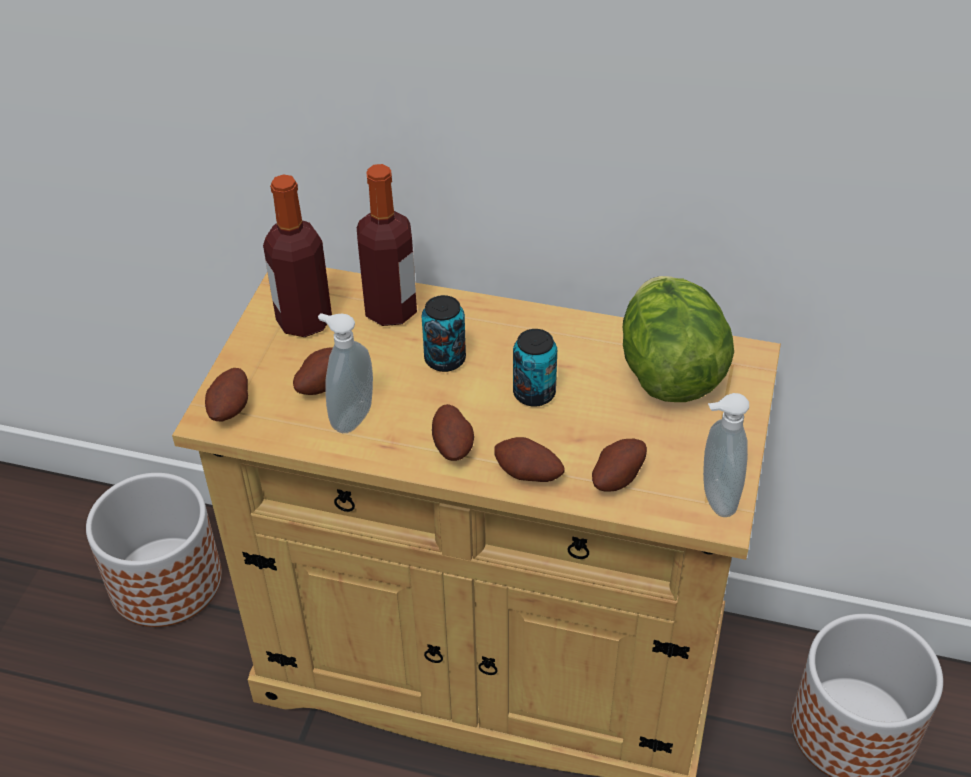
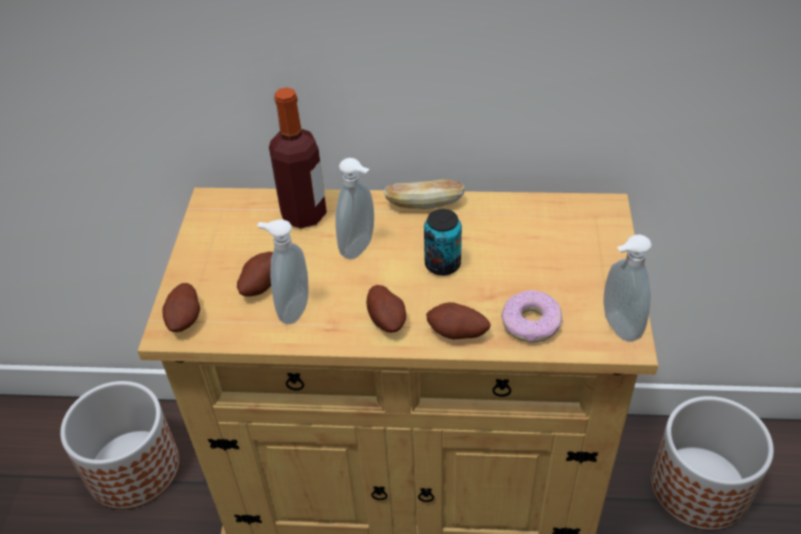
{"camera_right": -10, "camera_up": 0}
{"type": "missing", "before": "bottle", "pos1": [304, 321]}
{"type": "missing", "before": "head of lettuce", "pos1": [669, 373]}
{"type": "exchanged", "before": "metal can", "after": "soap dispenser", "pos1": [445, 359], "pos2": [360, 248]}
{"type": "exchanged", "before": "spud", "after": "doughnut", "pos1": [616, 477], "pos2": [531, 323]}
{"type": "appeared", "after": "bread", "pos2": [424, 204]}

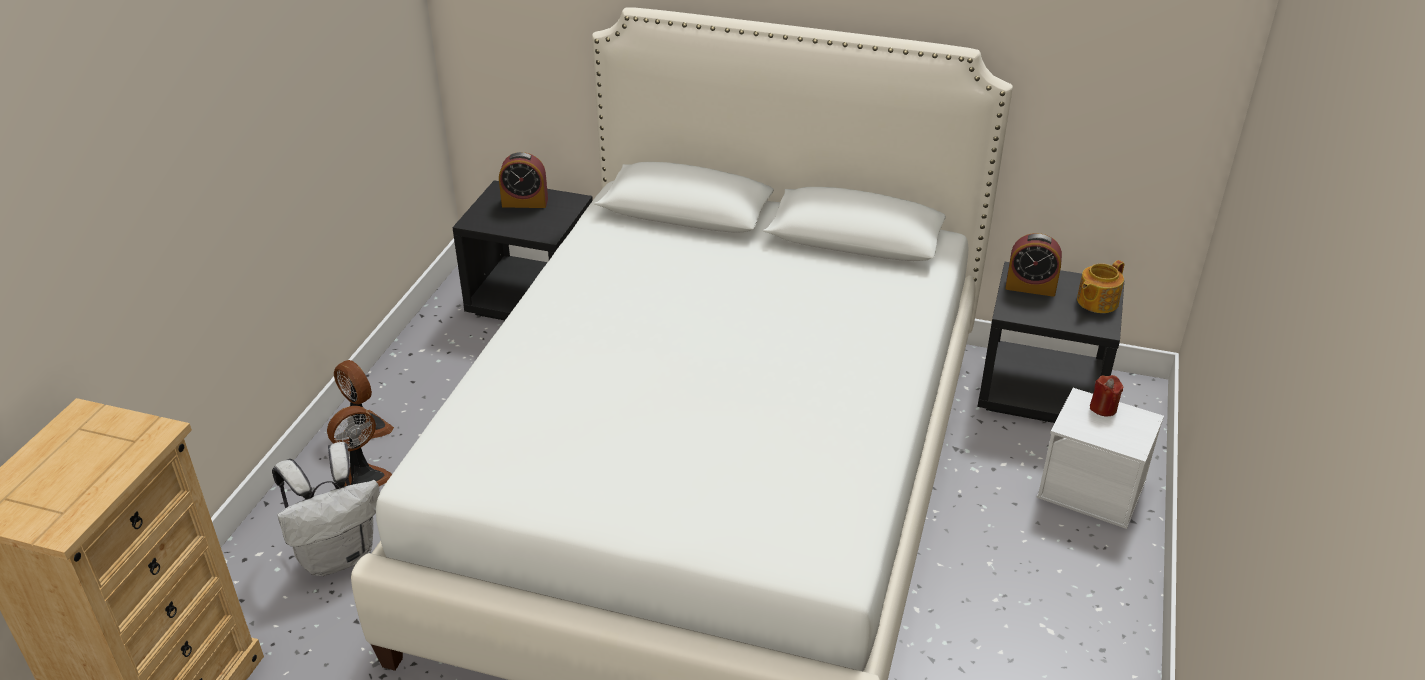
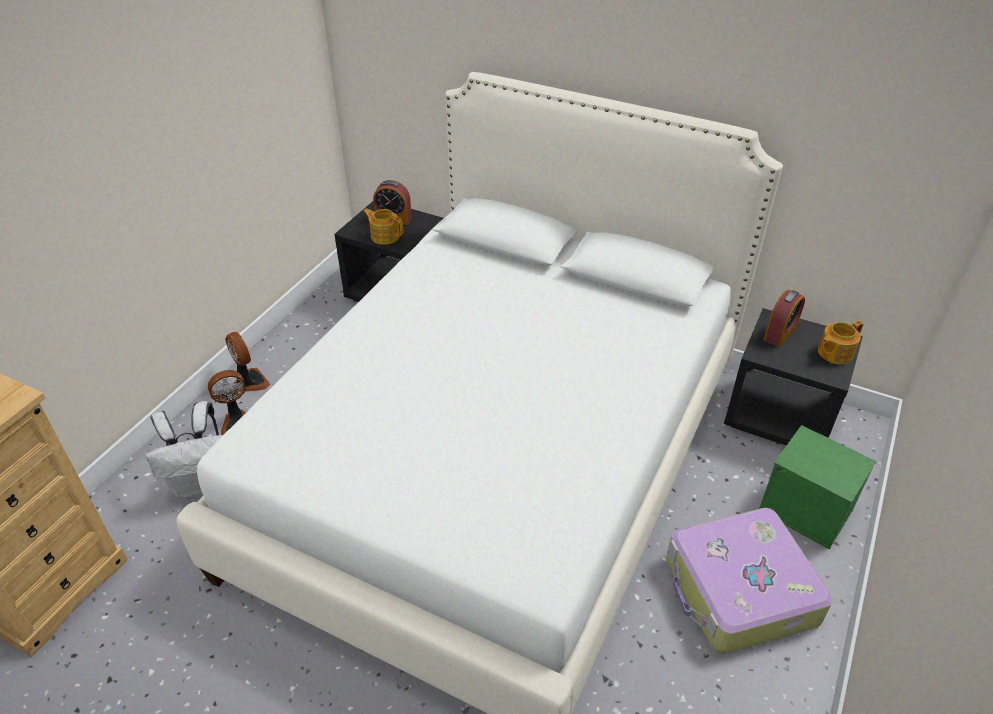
{"camera_right": 10, "camera_up": 5}
{"type": "spun", "before": "alarm clock", "pos1": [1030, 287], "pos2": [780, 333], "turn": -75}
{"type": "missing", "before": "wax light in red-coloured", "pos1": [1103, 408]}
{"type": "colour", "before": "storage container in white-coloured", "after": "storage container in greenish", "pos1": [1093, 489], "pos2": [807, 509]}
{"type": "appeared", "after": "pot for tea", "pos2": [385, 236]}
{"type": "appeared", "after": "suitcase", "pos2": [739, 591]}

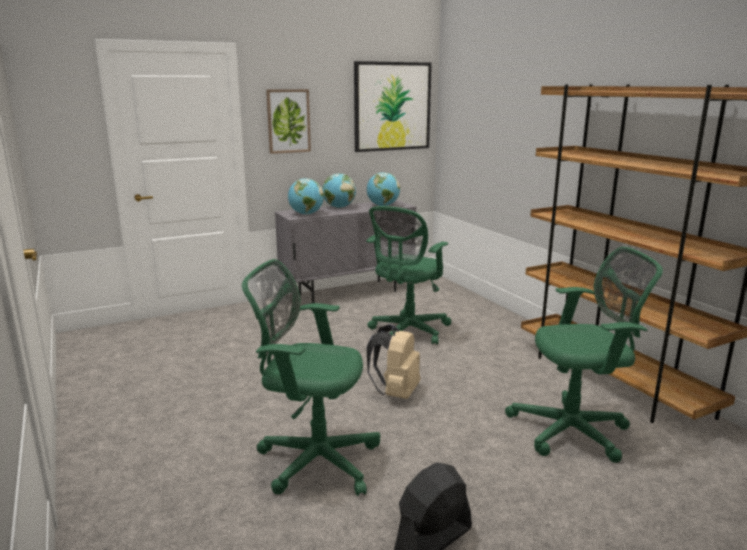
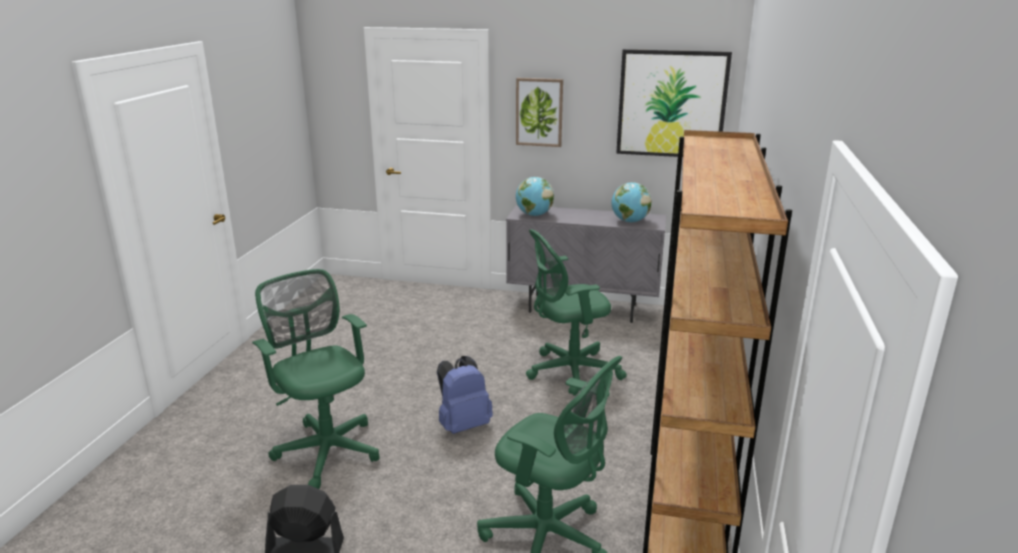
{"camera_right": 40, "camera_up": 5}
{"type": "missing", "before": "globe", "pos1": [339, 207]}
{"type": "colour", "before": "backpack in sand-coloured", "after": "backpack in blue-coloured", "pos1": [396, 393], "pos2": [463, 425]}

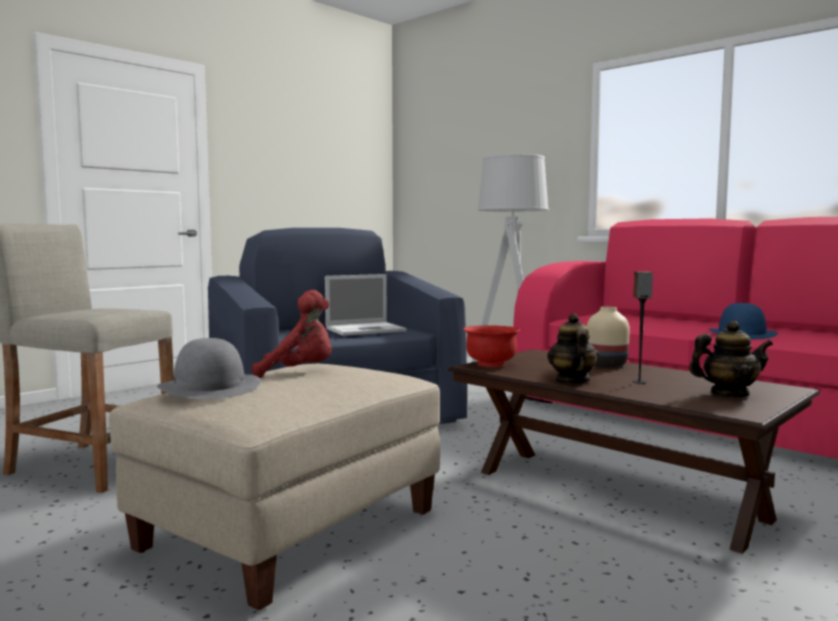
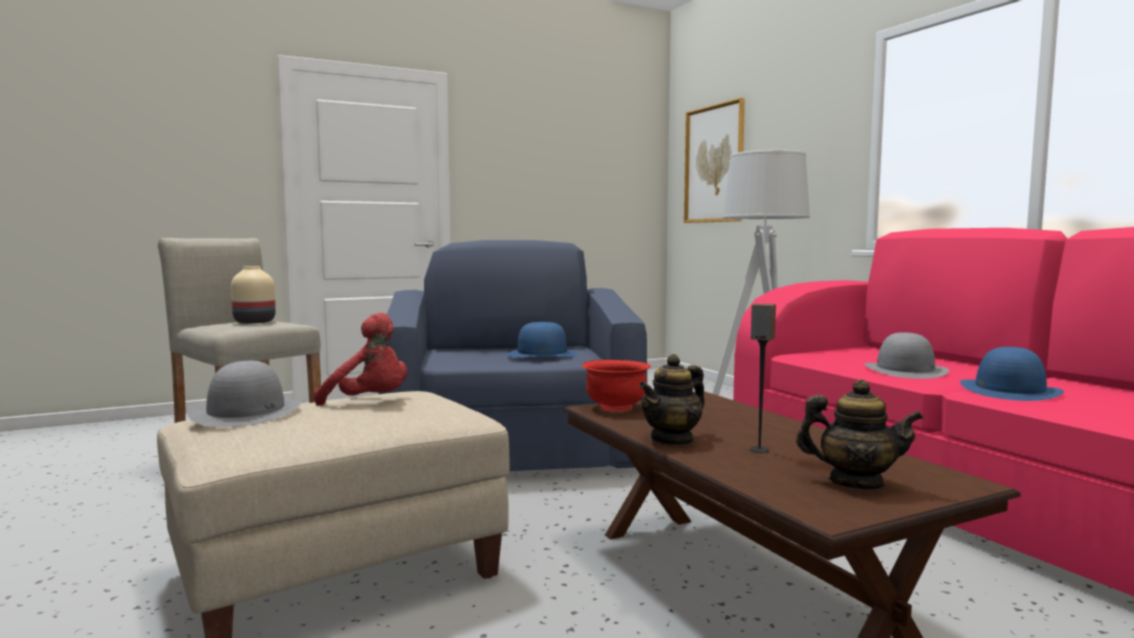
{"camera_right": 20, "camera_up": 0}
{"type": "exchanged", "before": "portable computer", "after": "wearable hat in blue-coloured", "pos1": [366, 329], "pos2": [542, 354]}
{"type": "relocated", "before": "decorative vase in sand-coloured", "pos1": [606, 364], "pos2": [253, 322]}
{"type": "spun", "before": "pot for tea", "pos1": [571, 381], "pos2": [672, 439], "turn": -150}
{"type": "appeared", "after": "picture", "pos2": [714, 164]}
{"type": "appeared", "after": "wearable hat in grey", "pos2": [905, 370]}

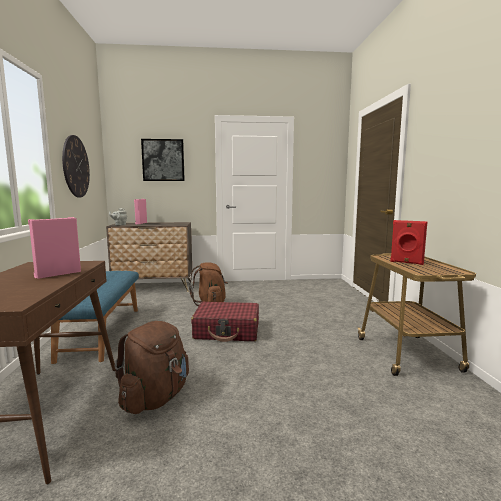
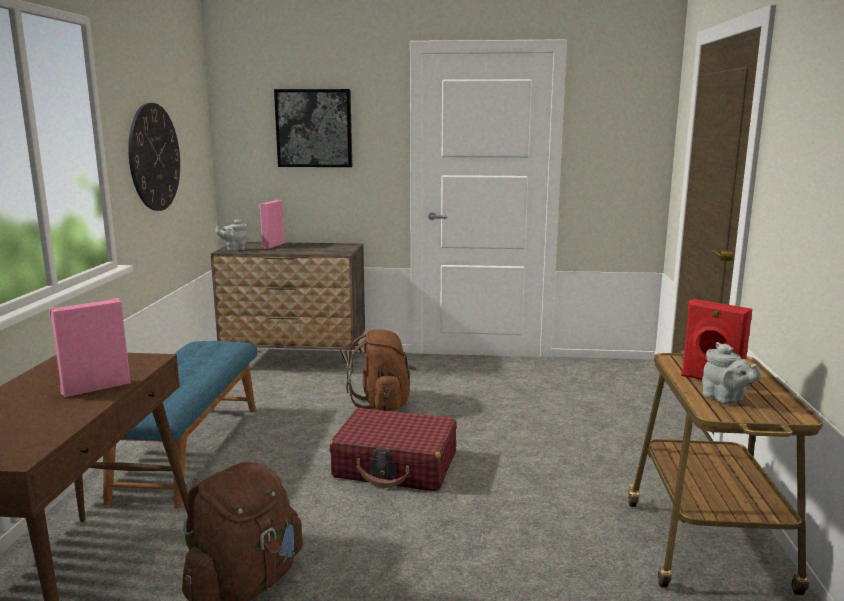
{"camera_right": 10, "camera_up": 5}
{"type": "appeared", "after": "pot for tea in grey", "pos2": [725, 399]}

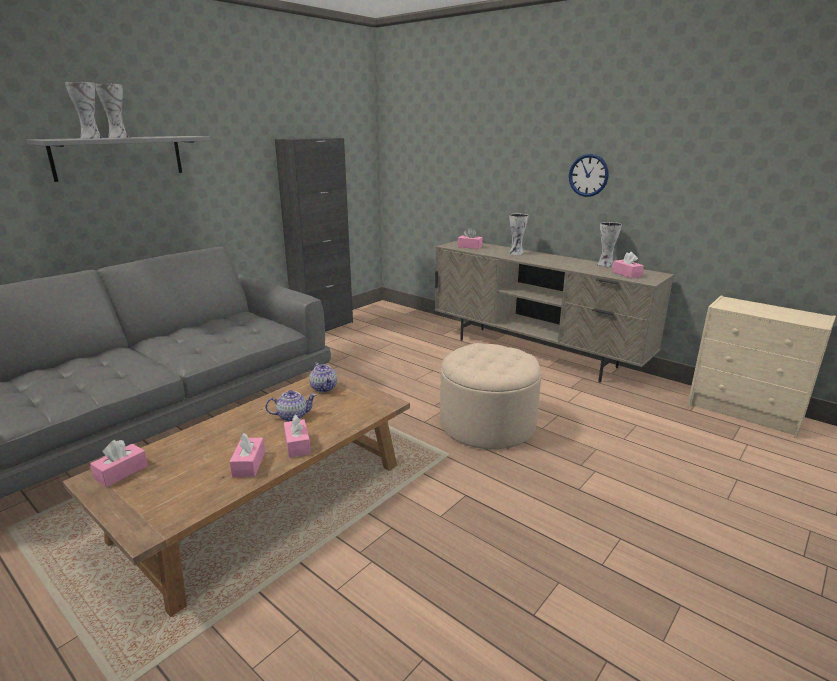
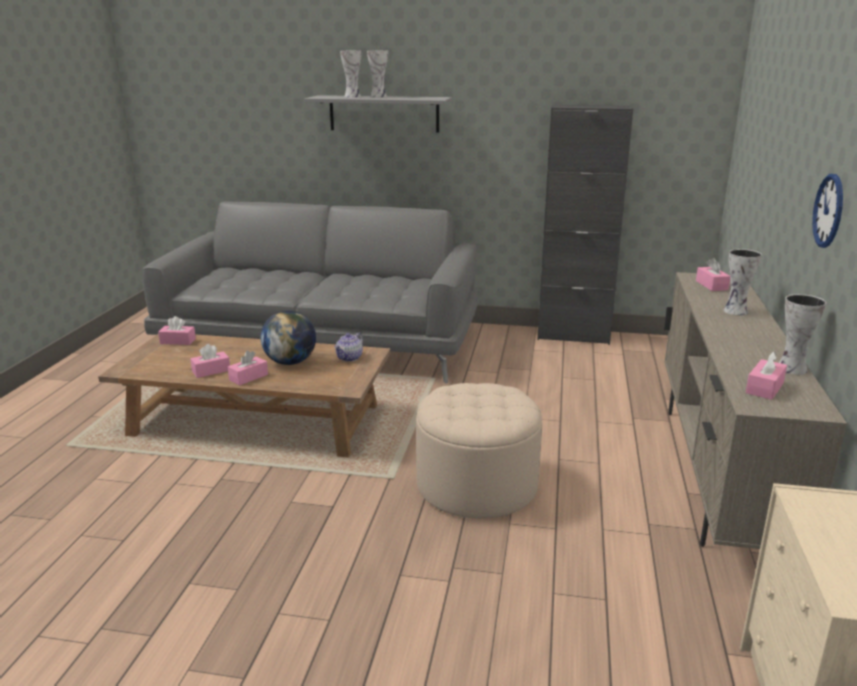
{"camera_right": 60, "camera_up": 0}
{"type": "exchanged", "before": "pot for tea", "after": "globe", "pos1": [293, 416], "pos2": [290, 362]}

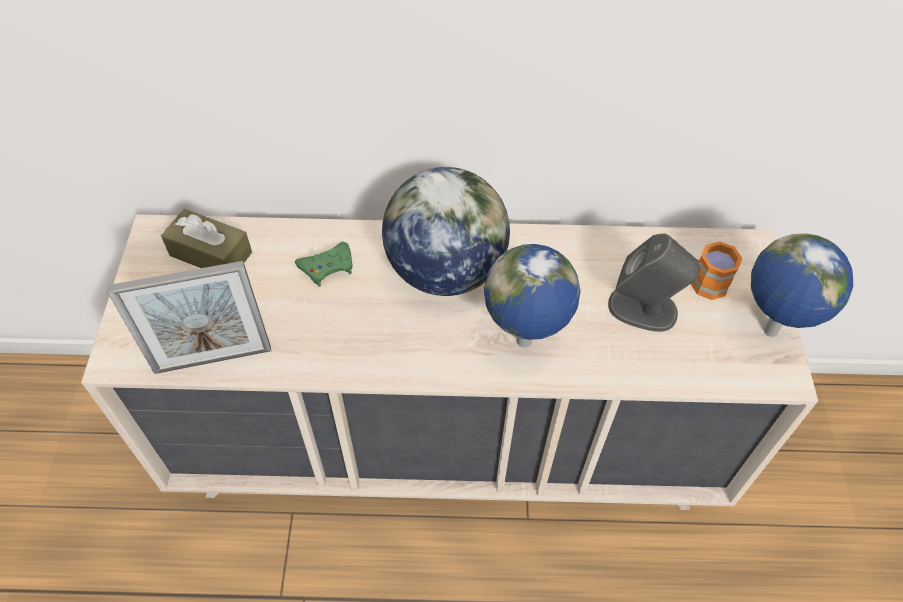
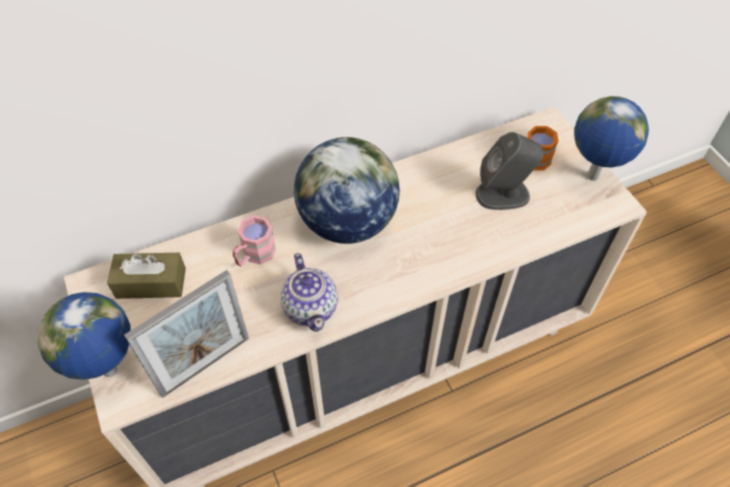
{"camera_right": -25, "camera_up": 0}
{"type": "exchanged", "before": "joypad in greenish", "after": "mug in pinkish", "pos1": [327, 267], "pos2": [254, 255]}
{"type": "relocated", "before": "globe", "pos1": [525, 343], "pos2": [111, 372]}
{"type": "appeared", "after": "pot for tea", "pos2": [311, 307]}

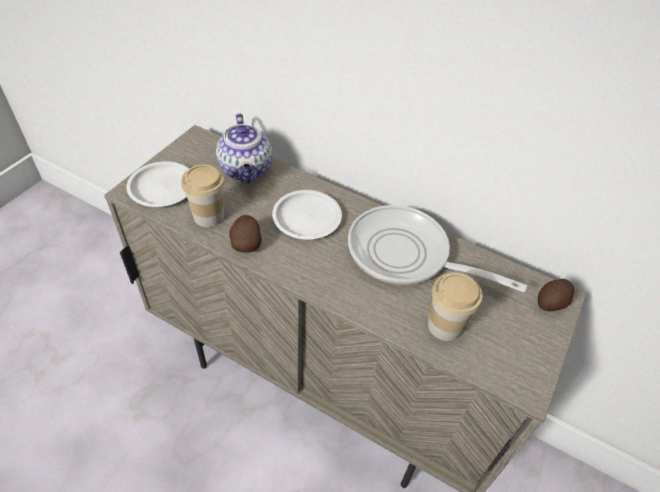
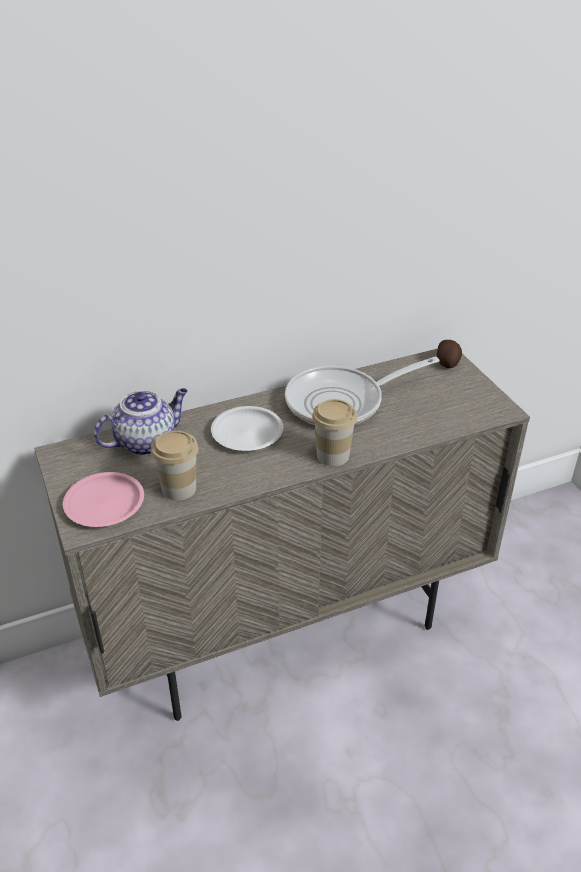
{"camera_right": -50, "camera_up": -10}
{"type": "spun", "before": "pot for tea", "pos1": [246, 171], "pos2": [146, 441], "turn": -60}
{"type": "colour", "before": "plate in white-coloured", "after": "plate in pinkish", "pos1": [163, 188], "pos2": [105, 503]}
{"type": "missing", "before": "spud", "pos1": [246, 243]}
{"type": "relocated", "before": "small cup", "pos1": [444, 325], "pos2": [333, 455]}

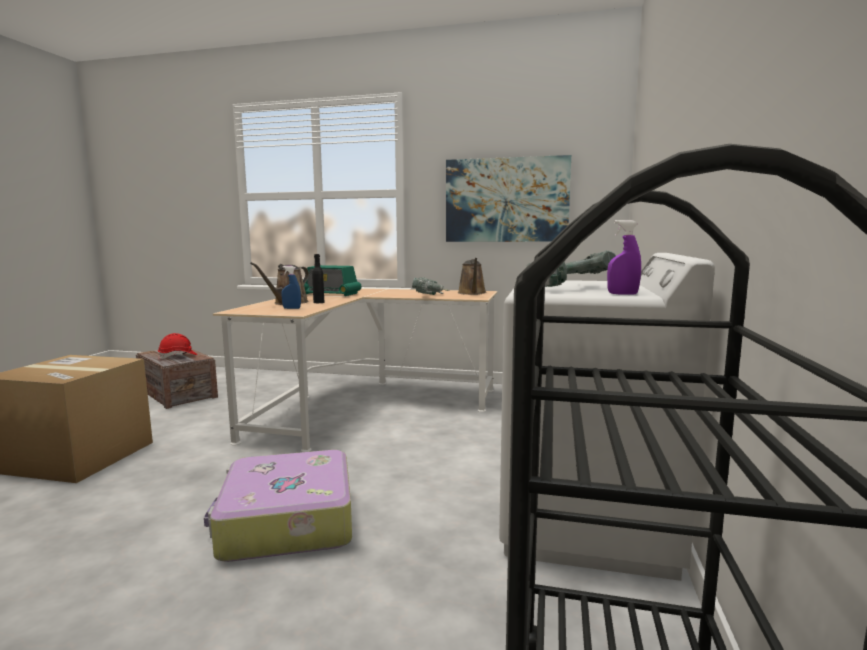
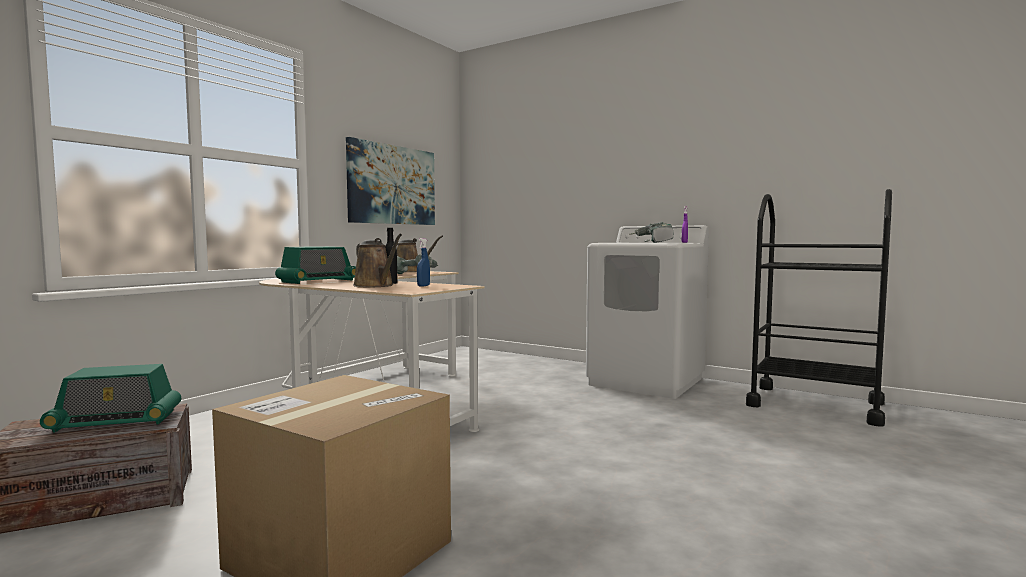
{"camera_right": -70, "camera_up": -5}
{"type": "exchanged", "before": "work helmet in red-coloured", "after": "radio", "pos1": [178, 356], "pos2": [116, 421]}
{"type": "missing", "before": "suitcase", "pos1": [286, 522]}

